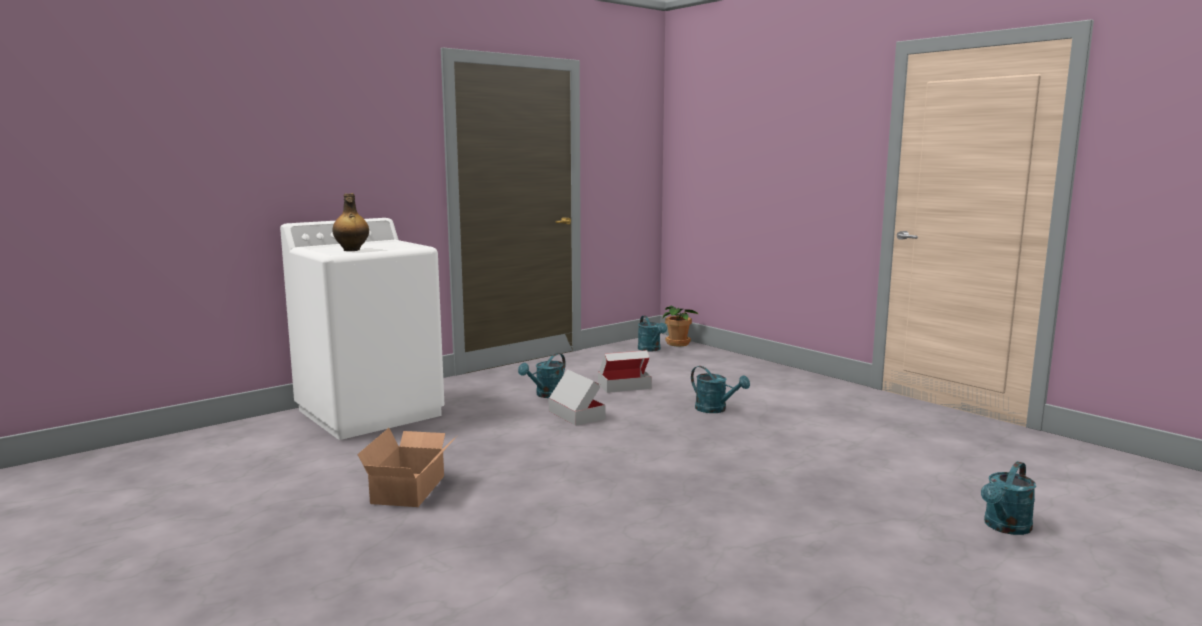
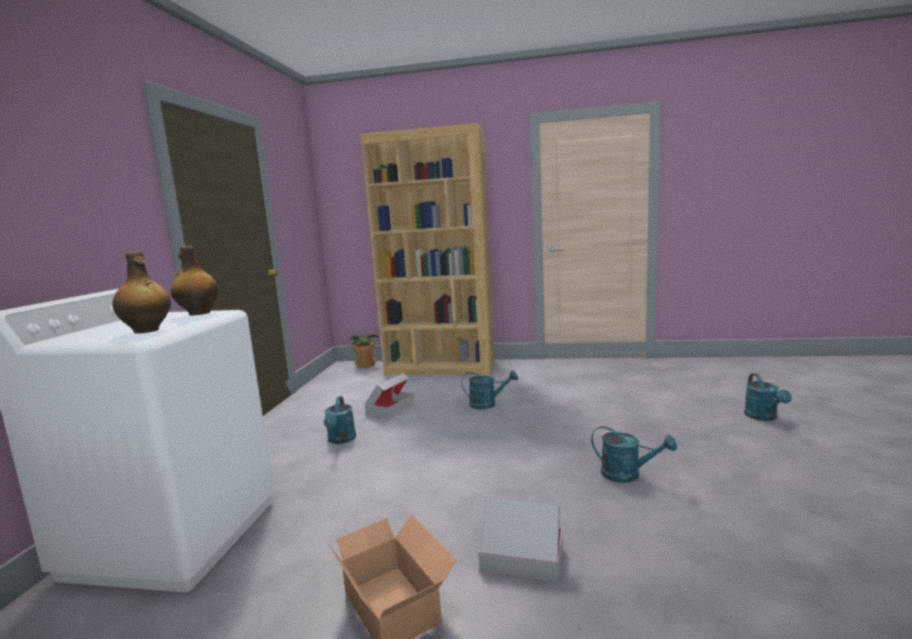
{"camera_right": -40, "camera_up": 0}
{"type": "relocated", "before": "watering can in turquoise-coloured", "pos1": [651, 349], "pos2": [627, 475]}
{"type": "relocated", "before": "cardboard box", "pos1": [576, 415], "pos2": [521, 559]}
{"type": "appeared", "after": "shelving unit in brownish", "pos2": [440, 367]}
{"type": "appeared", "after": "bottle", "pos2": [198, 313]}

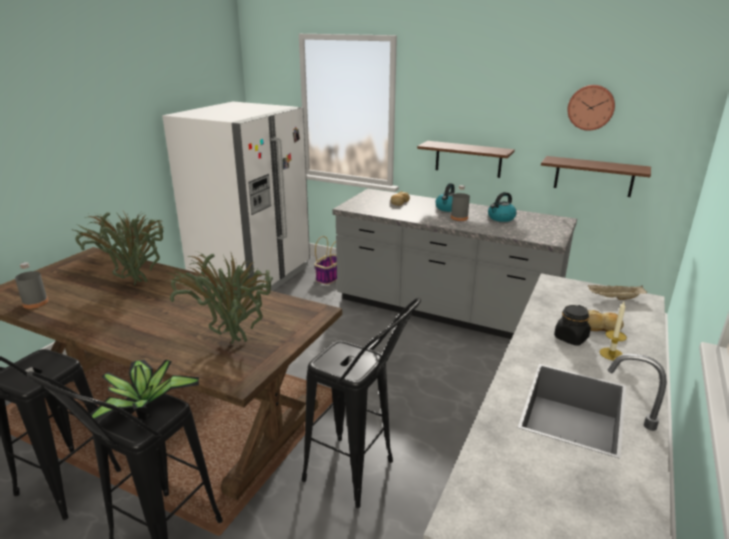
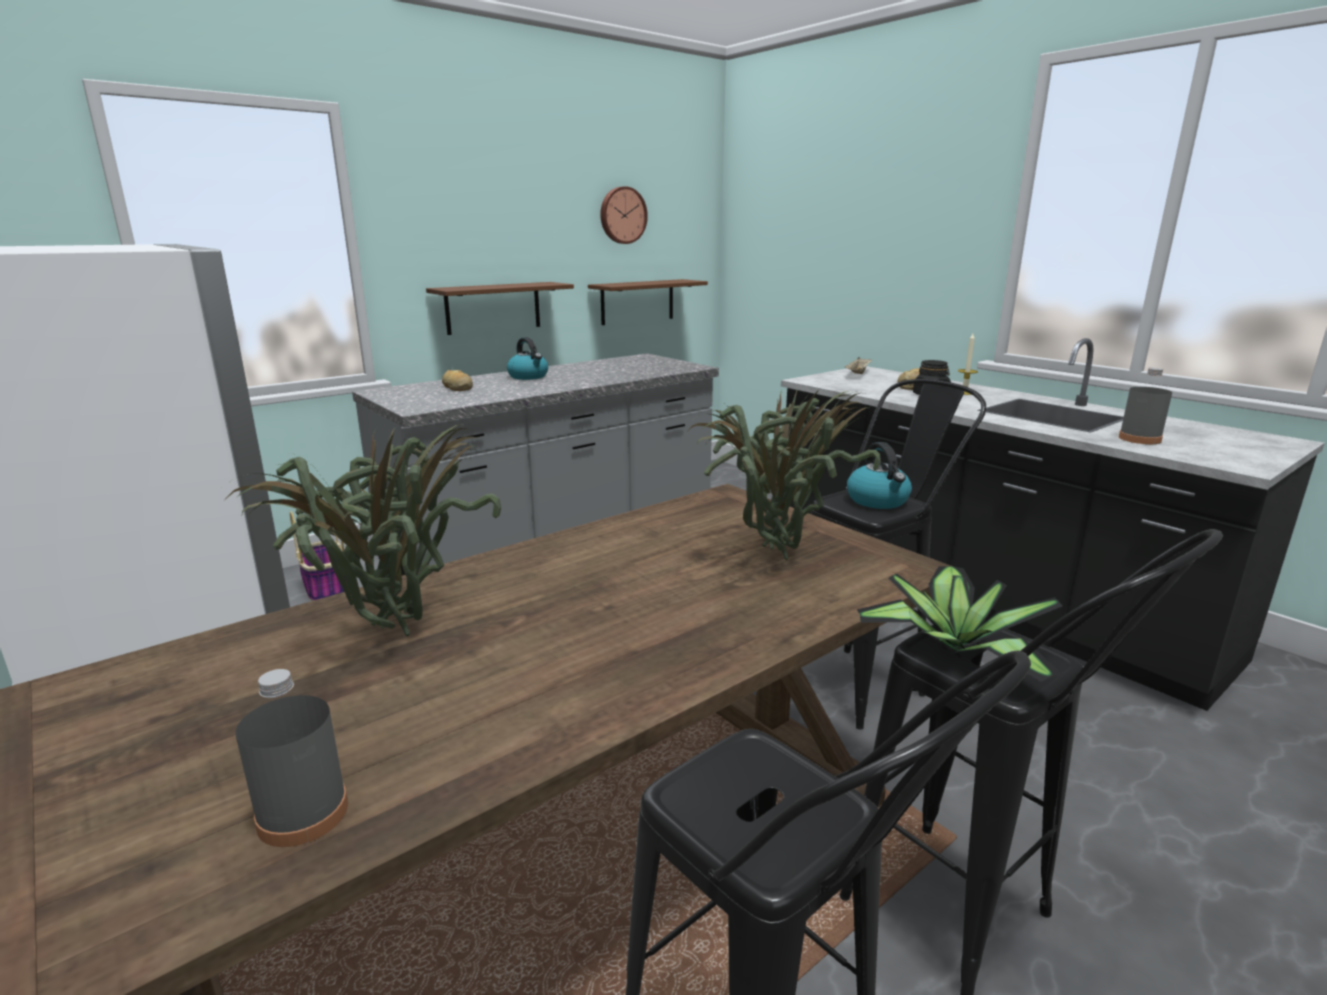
{"camera_right": -65, "camera_up": -5}
{"type": "relocated", "before": "bottle in grey", "pos1": [459, 218], "pos2": [1139, 439]}
{"type": "relocated", "before": "kettle", "pos1": [501, 218], "pos2": [878, 500]}

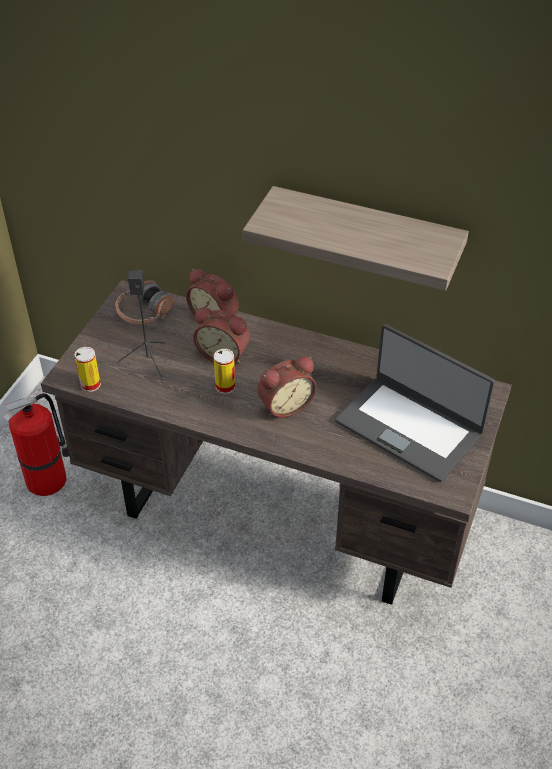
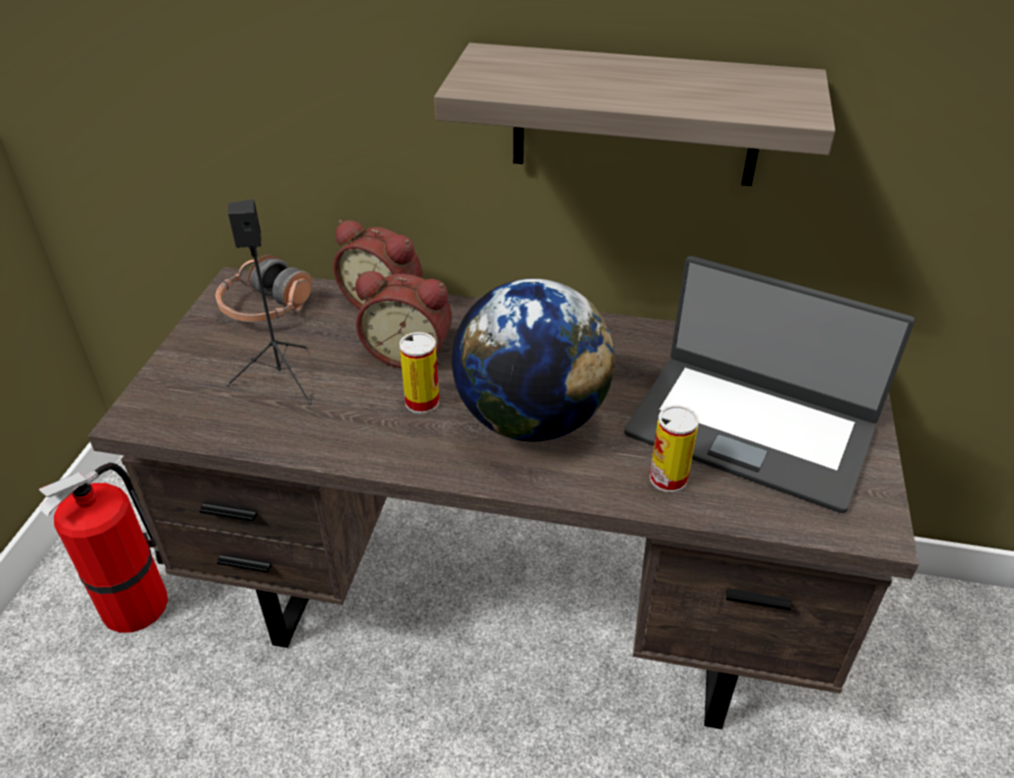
{"camera_right": -10, "camera_up": -5}
{"type": "relocated", "before": "metal can", "pos1": [90, 384], "pos2": [668, 478]}
{"type": "exchanged", "before": "alarm clock", "after": "globe", "pos1": [285, 405], "pos2": [531, 419]}

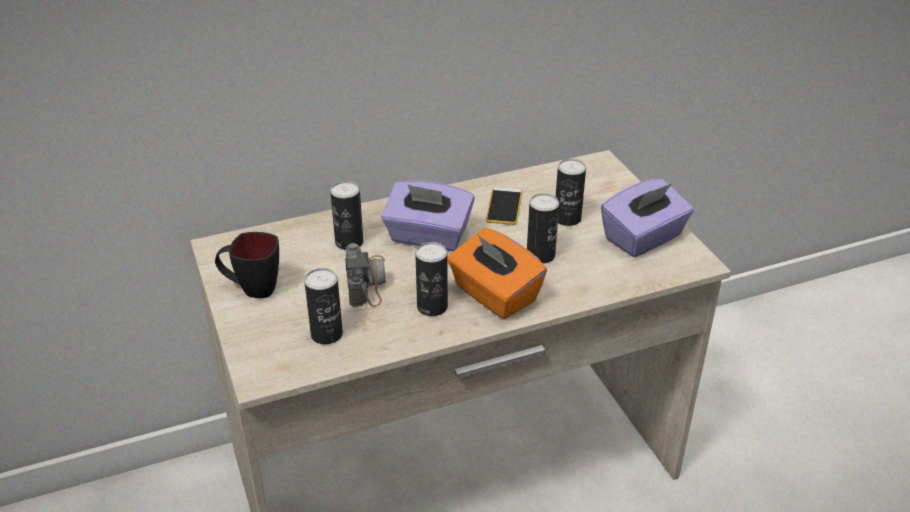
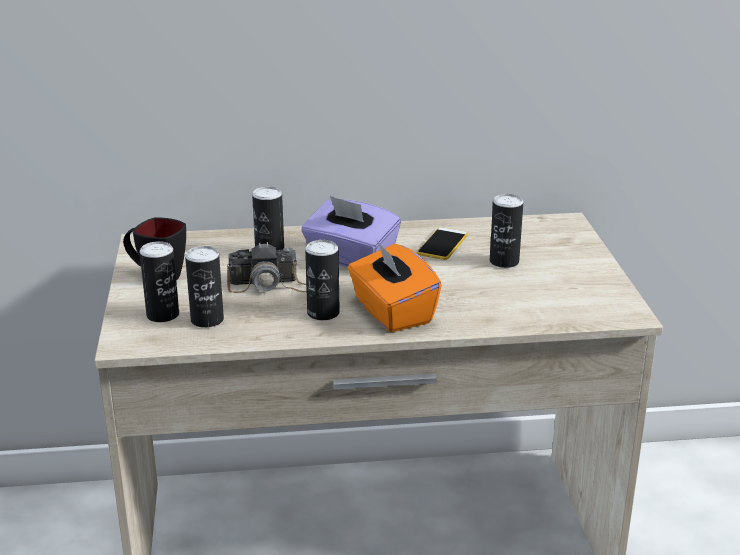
{"camera_right": 15, "camera_up": -10}
{"type": "missing", "before": "box of tissues in purple", "pos1": [643, 238]}
{"type": "relocated", "before": "metal can", "pos1": [540, 255], "pos2": [163, 315]}
{"type": "spun", "before": "still camera", "pos1": [367, 281], "pos2": [270, 285], "turn": 75}

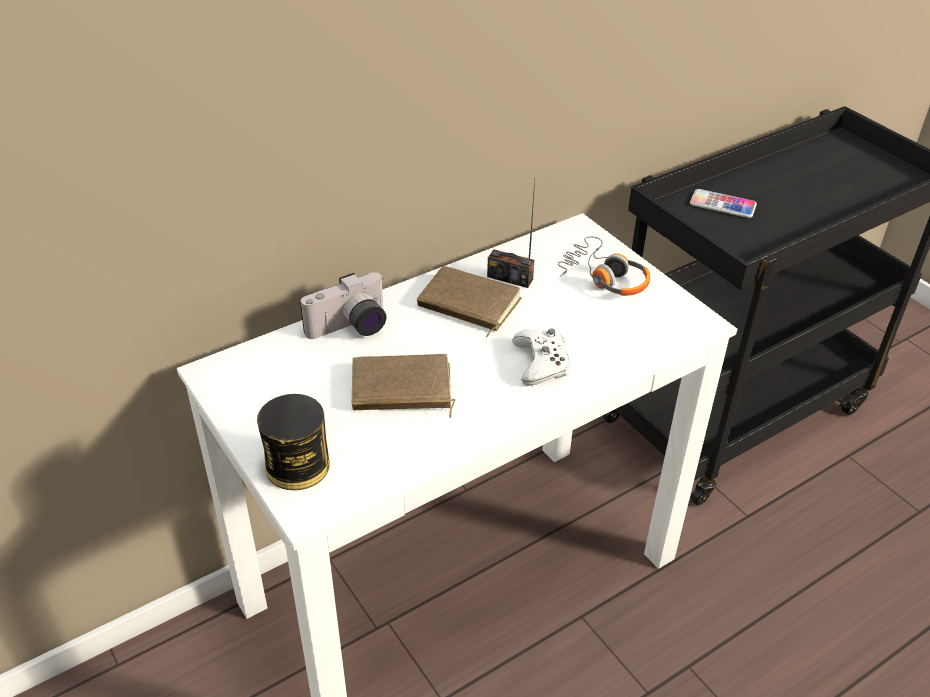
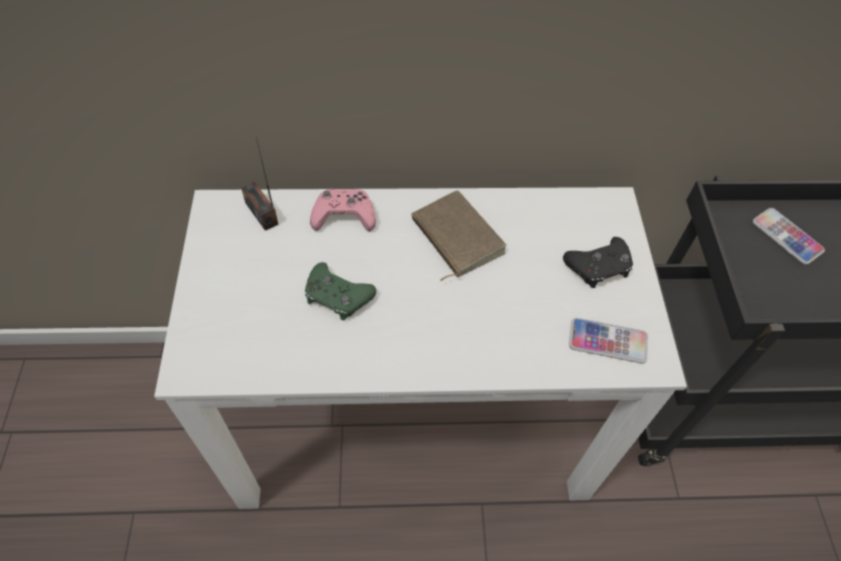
{"camera_right": 30, "camera_up": 15}
{"type": "relocated", "before": "radio", "pos1": [510, 278], "pos2": [262, 213]}
{"type": "exchanged", "before": "headphones", "after": "joypad in black-coloured", "pos1": [604, 277], "pos2": [599, 267]}
{"type": "exchanged", "before": "still camera", "after": "joypad in pinkish", "pos1": [351, 329], "pos2": [344, 216]}
{"type": "missing", "before": "joypad in white-coloured", "pos1": [541, 363]}
{"type": "exchanged", "before": "book in brownish", "after": "joypad in greenish", "pos1": [401, 390], "pos2": [337, 296]}
{"type": "missing", "before": "metal can", "pos1": [297, 466]}
{"type": "appeared", "after": "handset", "pos2": [607, 341]}

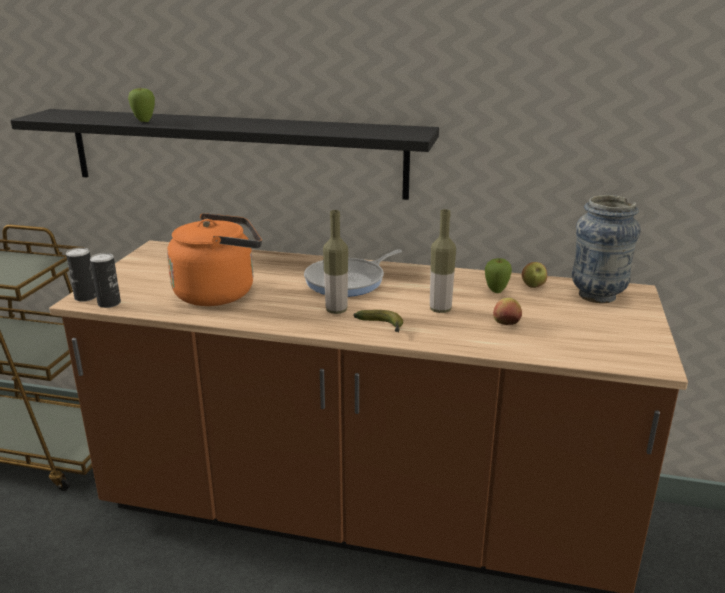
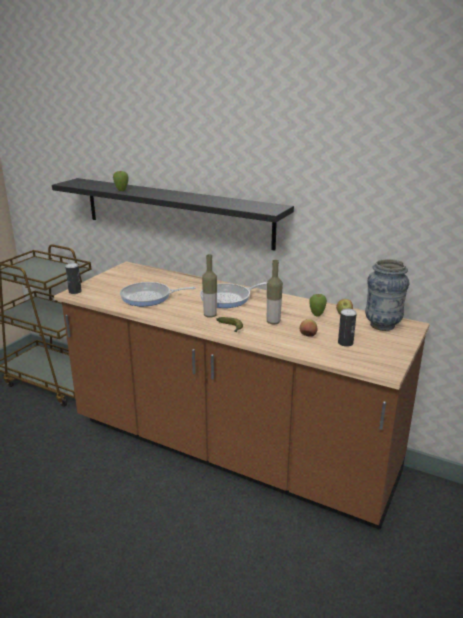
{"camera_right": 15, "camera_up": 0}
{"type": "exchanged", "before": "kettle in orange", "after": "pan", "pos1": [220, 293], "pos2": [149, 297]}
{"type": "relocated", "before": "metal can", "pos1": [109, 303], "pos2": [345, 343]}

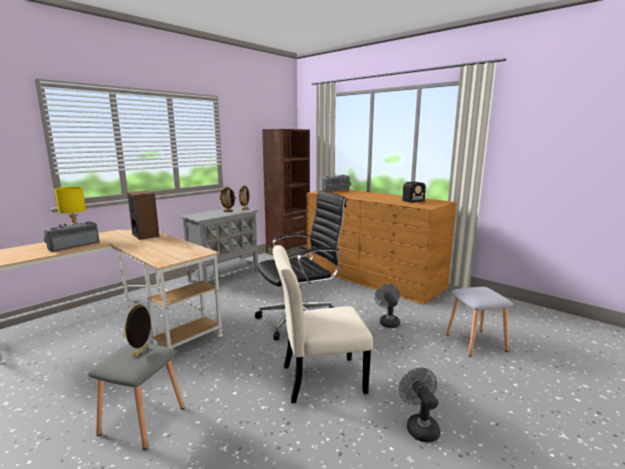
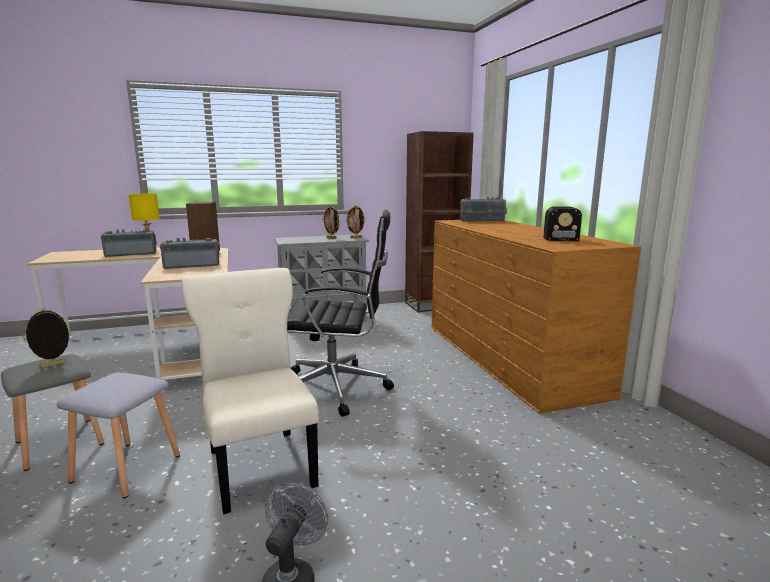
{"camera_right": 30, "camera_up": 0}
{"type": "spun", "before": "plain chair in sand-coloured", "pos1": [319, 379], "pos2": [260, 465], "turn": 45}
{"type": "missing", "before": "fan in grey", "pos1": [388, 321]}
{"type": "relocated", "before": "sitting stool in grey", "pos1": [475, 342], "pos2": [125, 468]}
{"type": "appeared", "after": "radio", "pos2": [192, 265]}

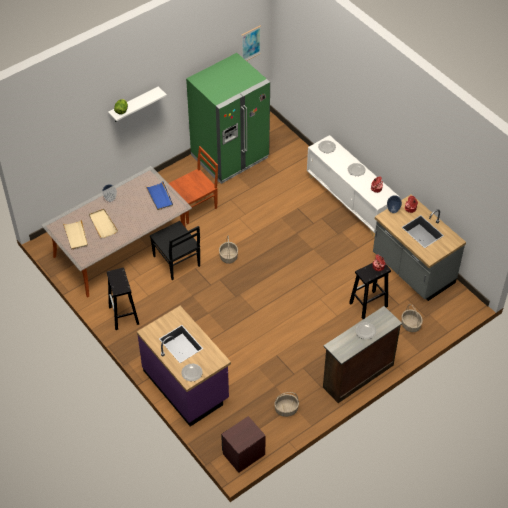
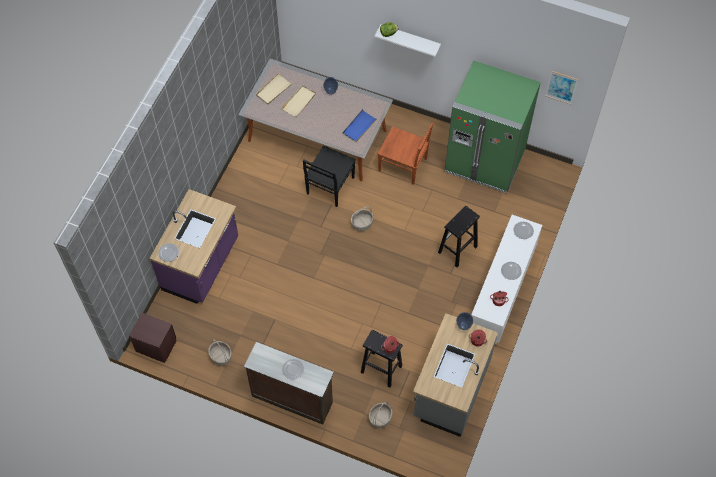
{"camera_right": 60, "camera_up": 10}
{"type": "relocated", "before": "sitting stool in black-coloured", "pos1": [124, 315], "pos2": [457, 250]}

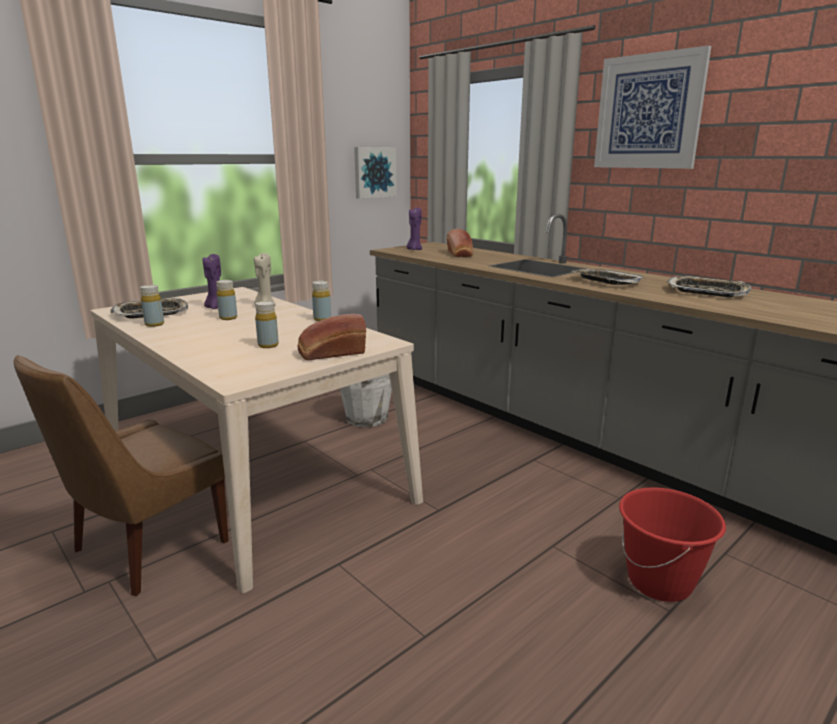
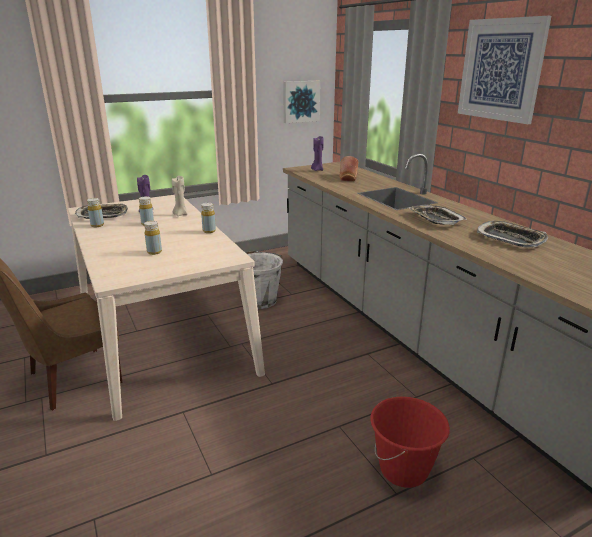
{"camera_right": 15, "camera_up": 5}
{"type": "missing", "before": "bread", "pos1": [331, 353]}

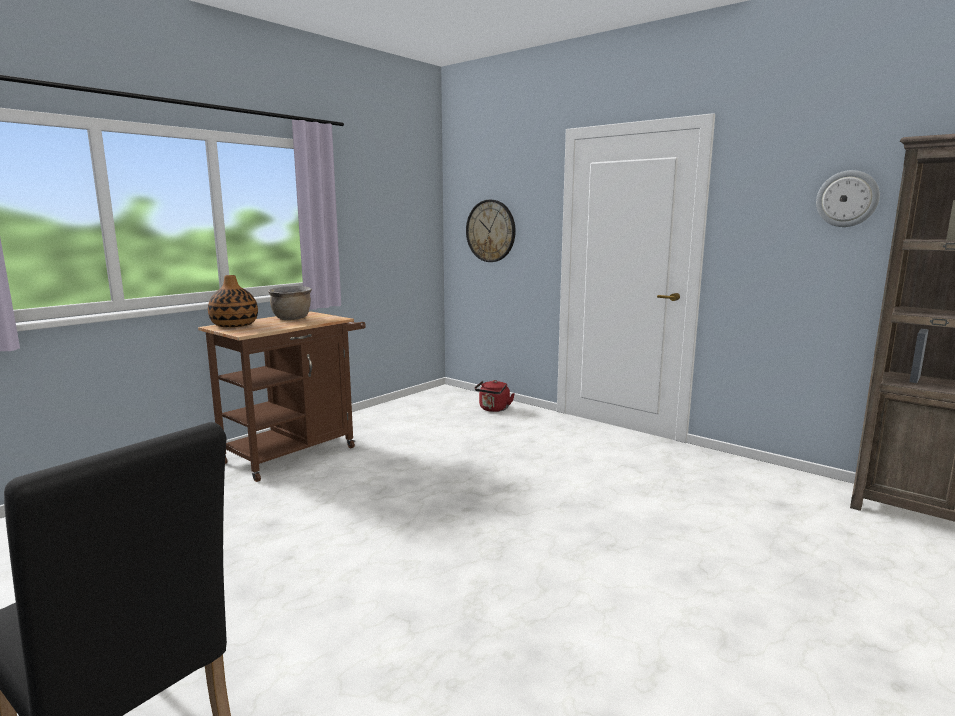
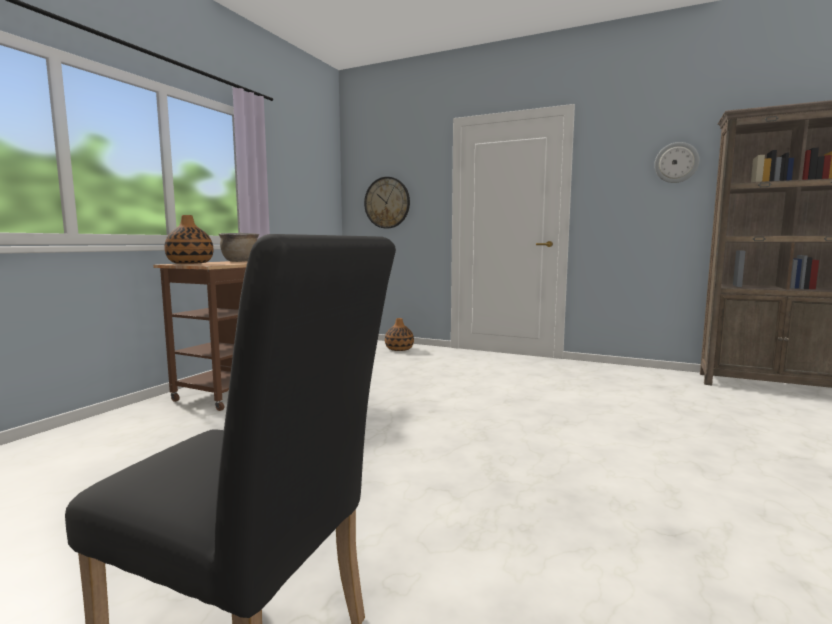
{"camera_right": -15, "camera_up": -5}
{"type": "exchanged", "before": "kettle in red-coloured", "after": "decorative vase", "pos1": [493, 409], "pos2": [399, 349]}

